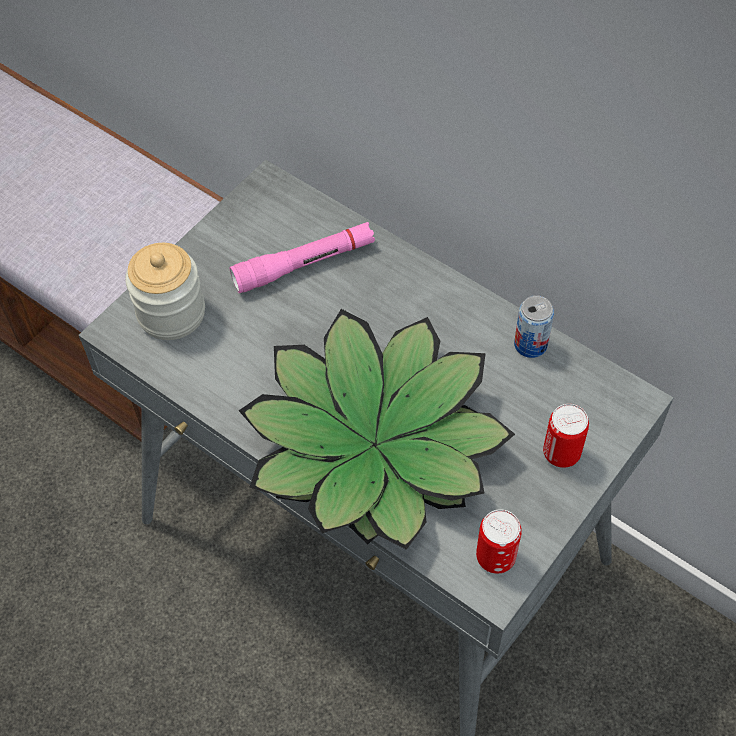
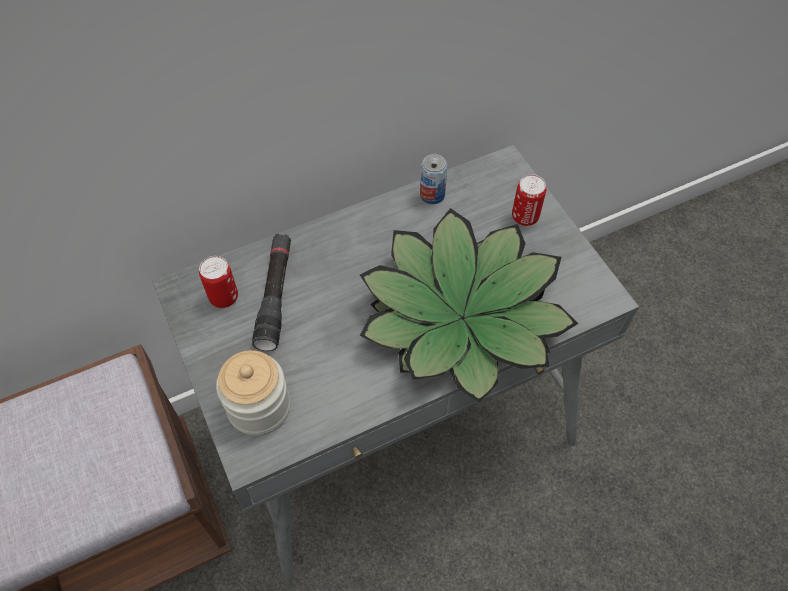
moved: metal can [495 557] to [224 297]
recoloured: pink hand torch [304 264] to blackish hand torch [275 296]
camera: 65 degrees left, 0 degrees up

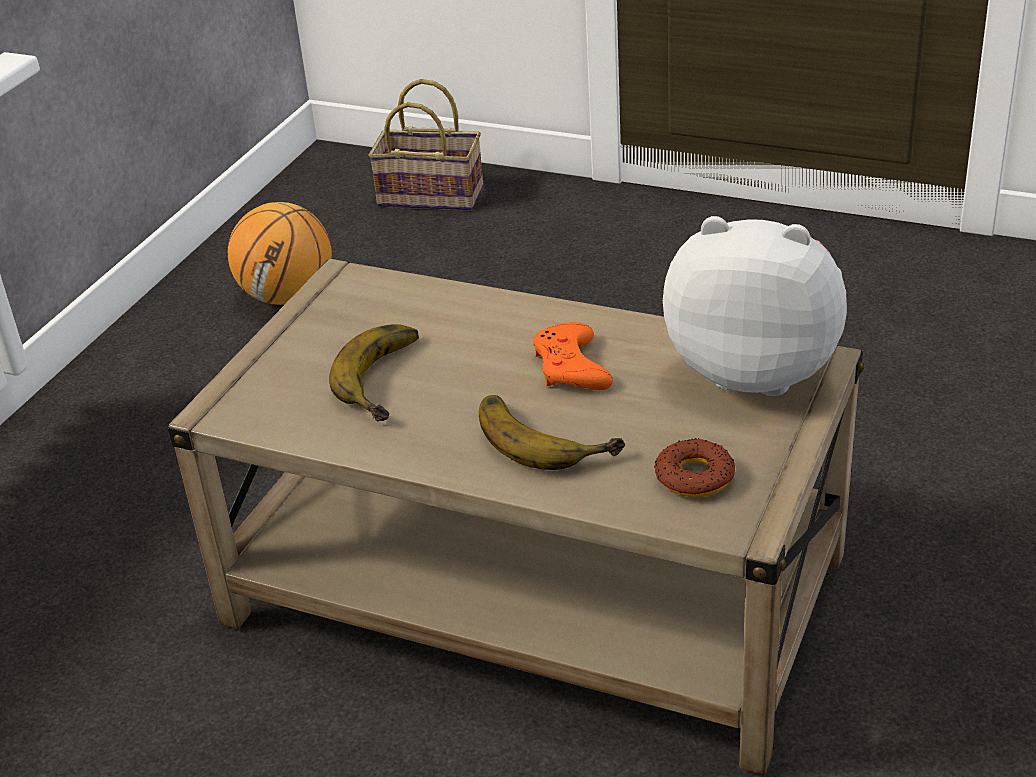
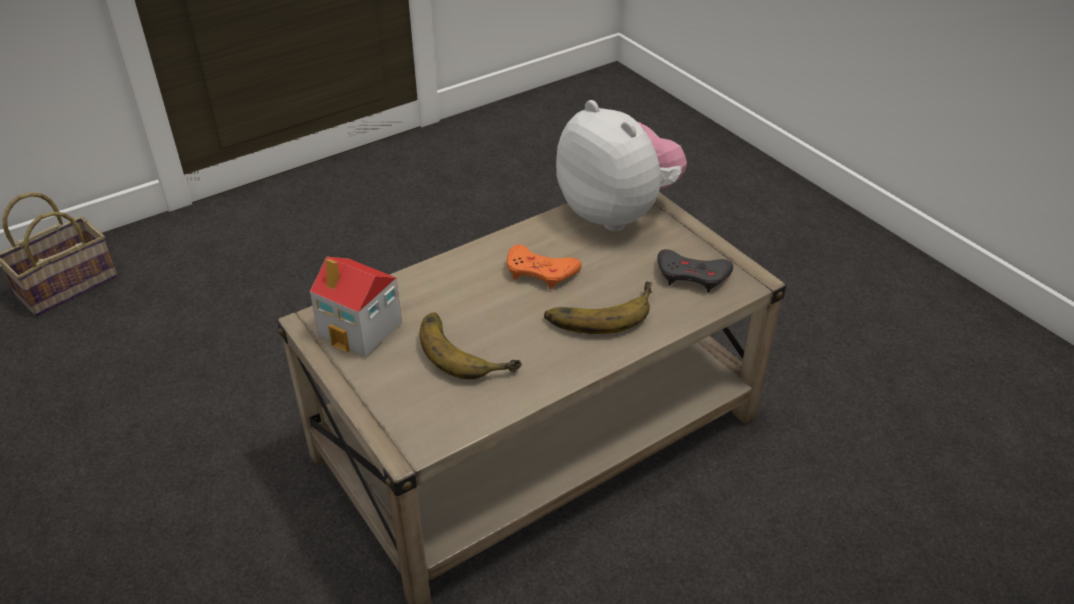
removed: basketball ball [288 296]
added: model house [361 329]
replaced: donut [695 476] to grey game controller [692 275]
turned: soft toy [756 370] = [617 213] 90 degrees clockwise
camera: 60 degrees left, 5 degrees up

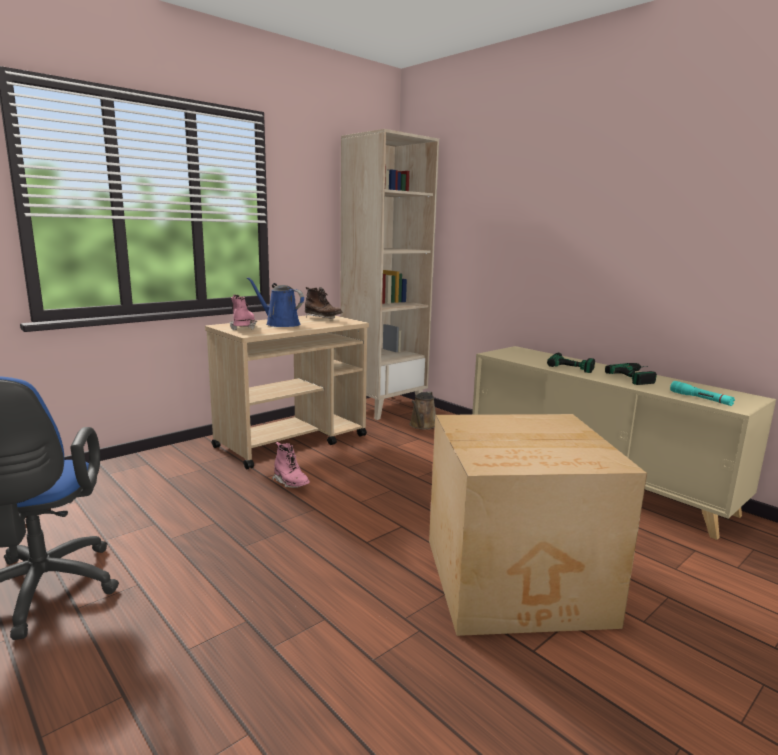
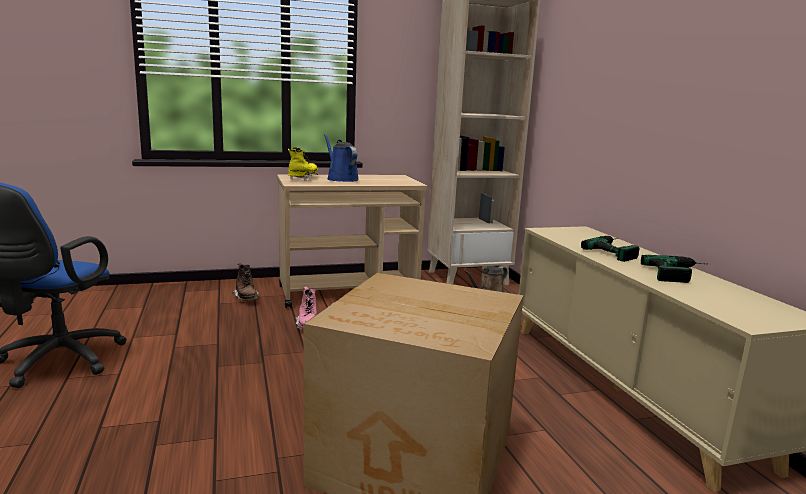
removed: turquoise-coloured hand torch [700 399]
moved: brownish tall boot [322 319] to [246 298]
recoloured: pink tall boot [243 328] to yellow tall boot [303 179]
camera: 25 degrees right, 0 degrees up

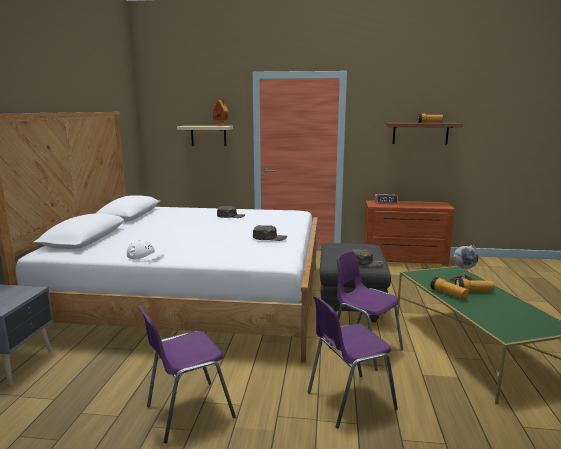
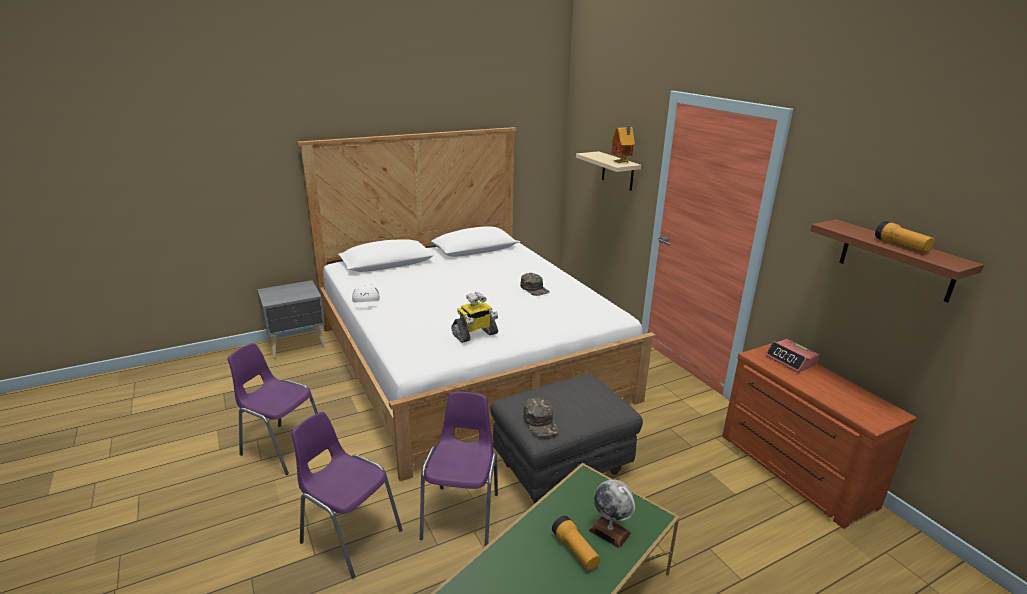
removed: hand torch [448 294]
replaced: green baseball cap [270 237] to robot figure [475 334]
camera: 55 degrees right, 10 degrees up

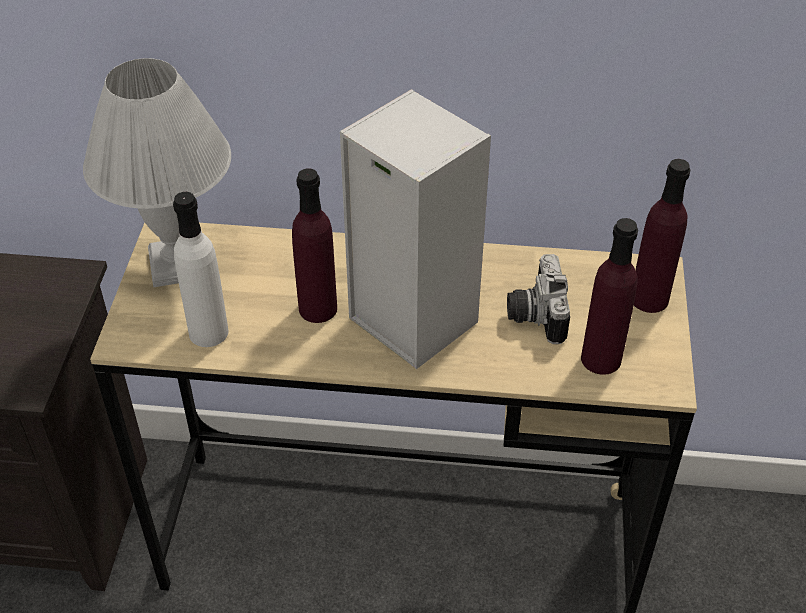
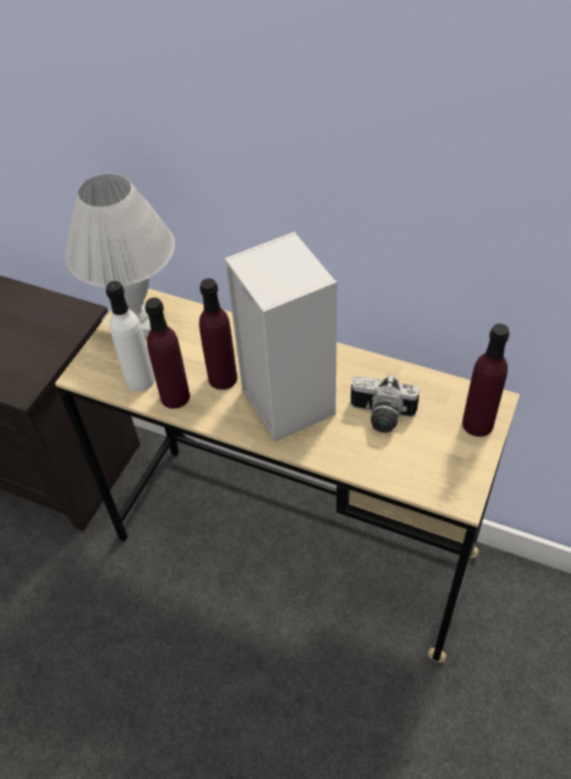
moved: purplish drink bottle [601 359] to [175 397]
turned: still camera [534 314] = [381 417] 90 degrees counterclockwise
camera: 20 degrees right, 5 degrees up

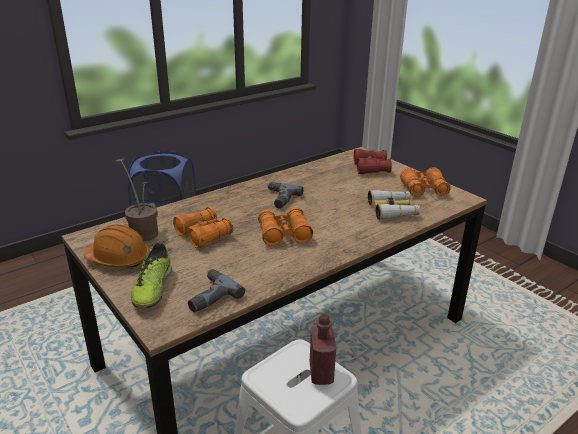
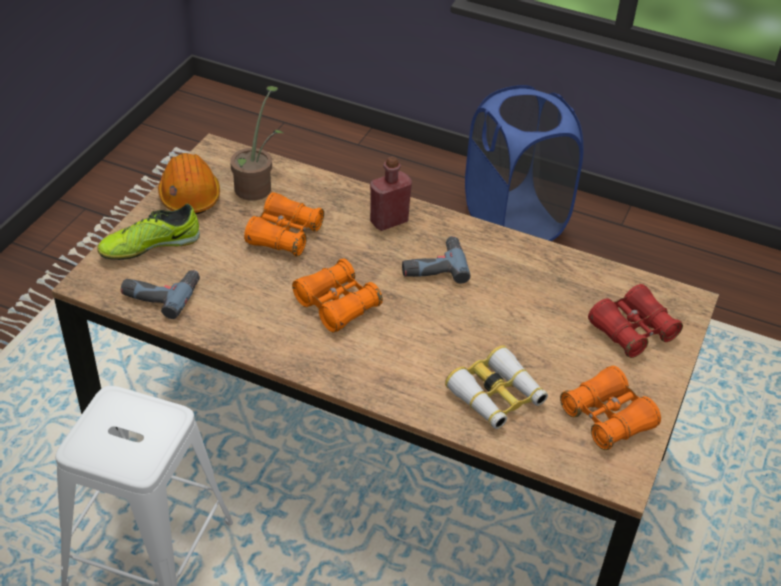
moved: reddish drink bottle [321 373] to [389 221]
camera: 60 degrees right, 15 degrees up

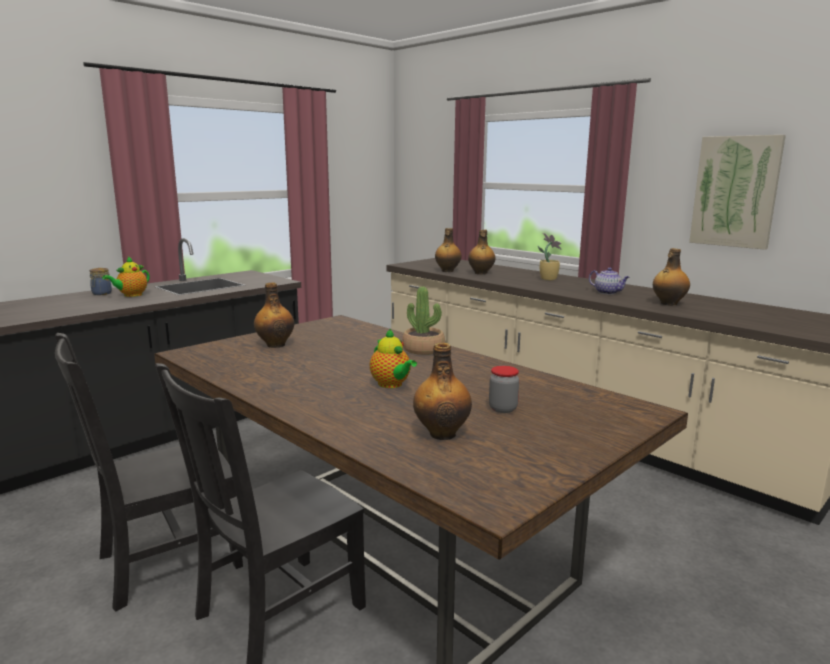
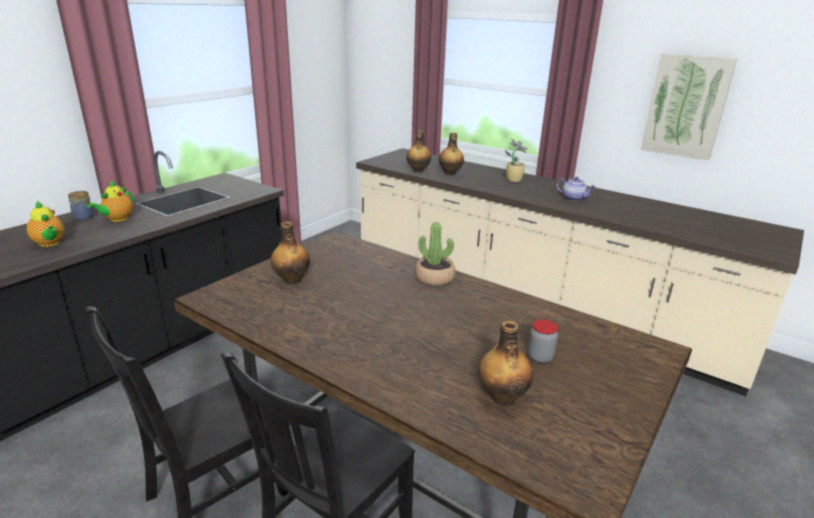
removed: drink bottle [668 303]
moved: tea pot [391 385] to [50 243]
camera: 10 degrees left, 10 degrees up

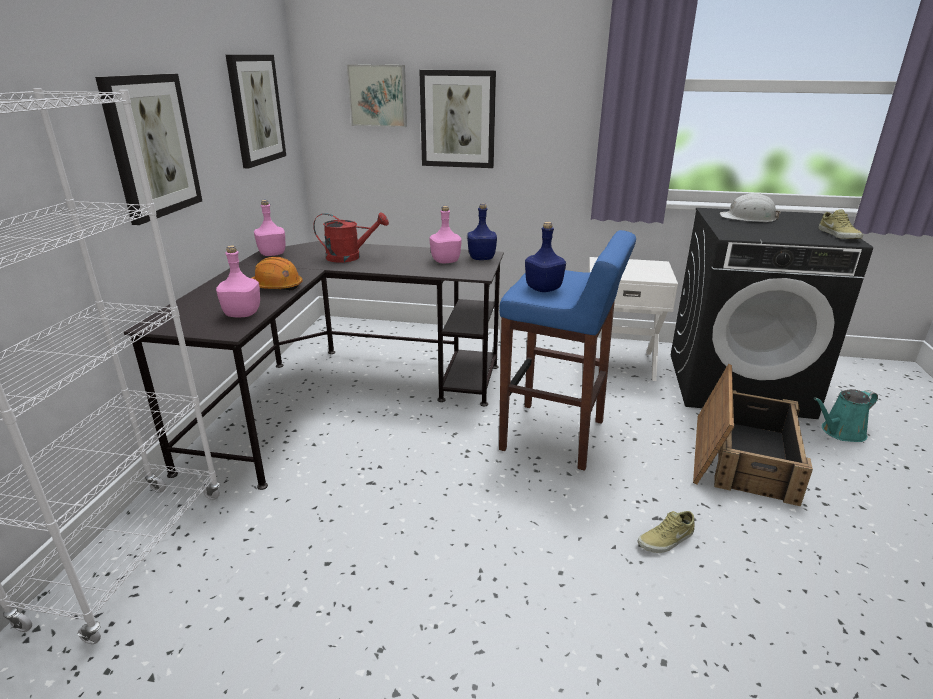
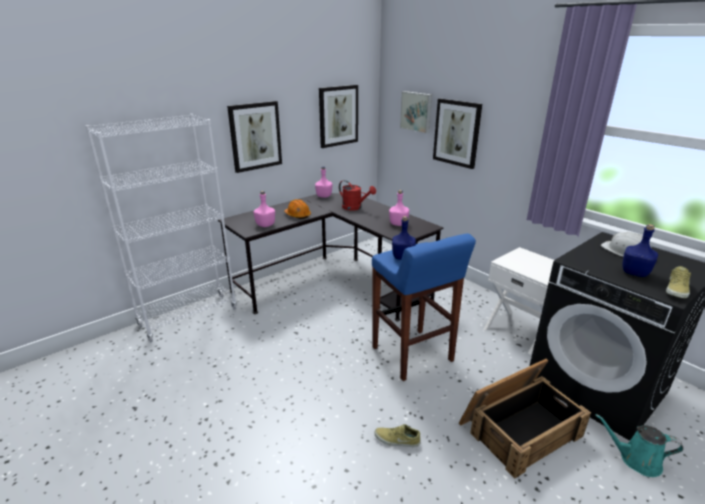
moved: blue-coloured drink bottle [481 258] to [635 273]
camera: 40 degrees right, 0 degrees up

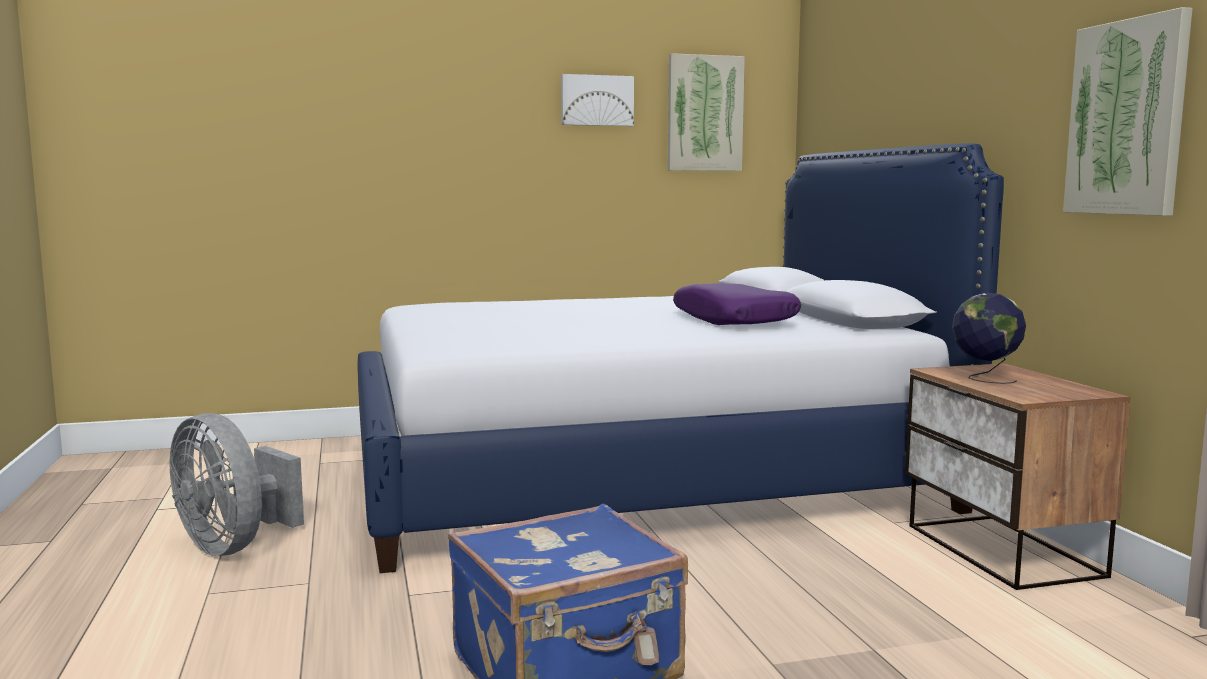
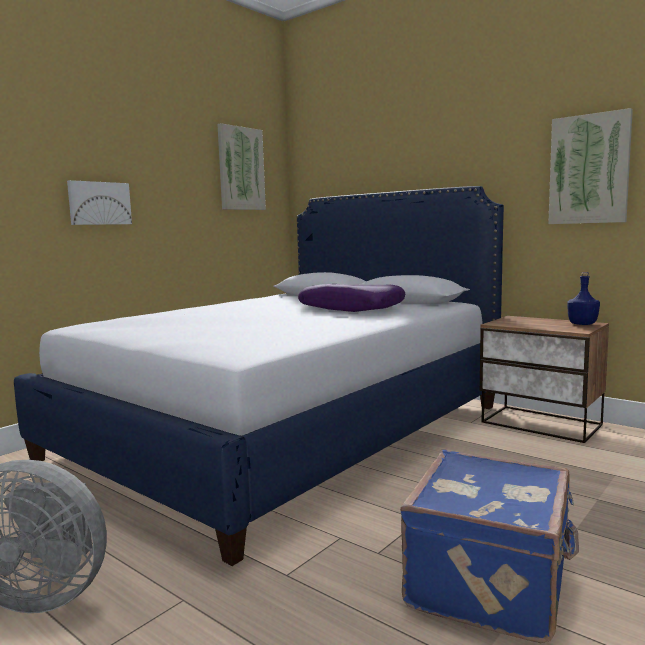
removed: world globe [984 378]
added: blue-coloured drink bottle [582 324]
moved: wall art [596 100] to [99 203]
camera: 35 degrees left, 0 degrees up

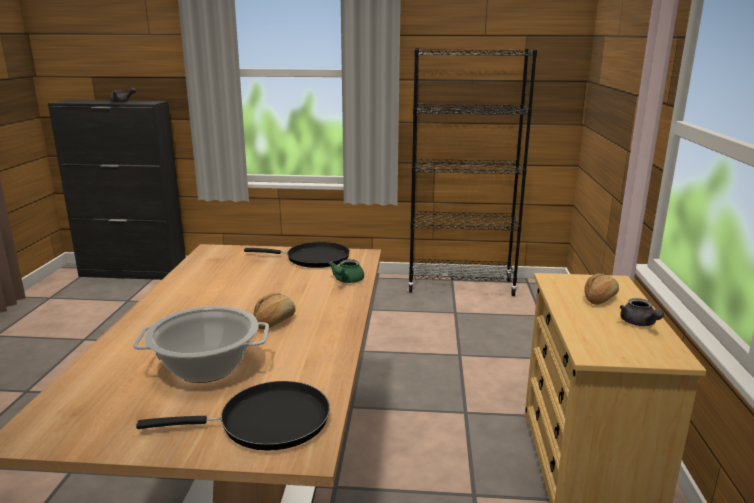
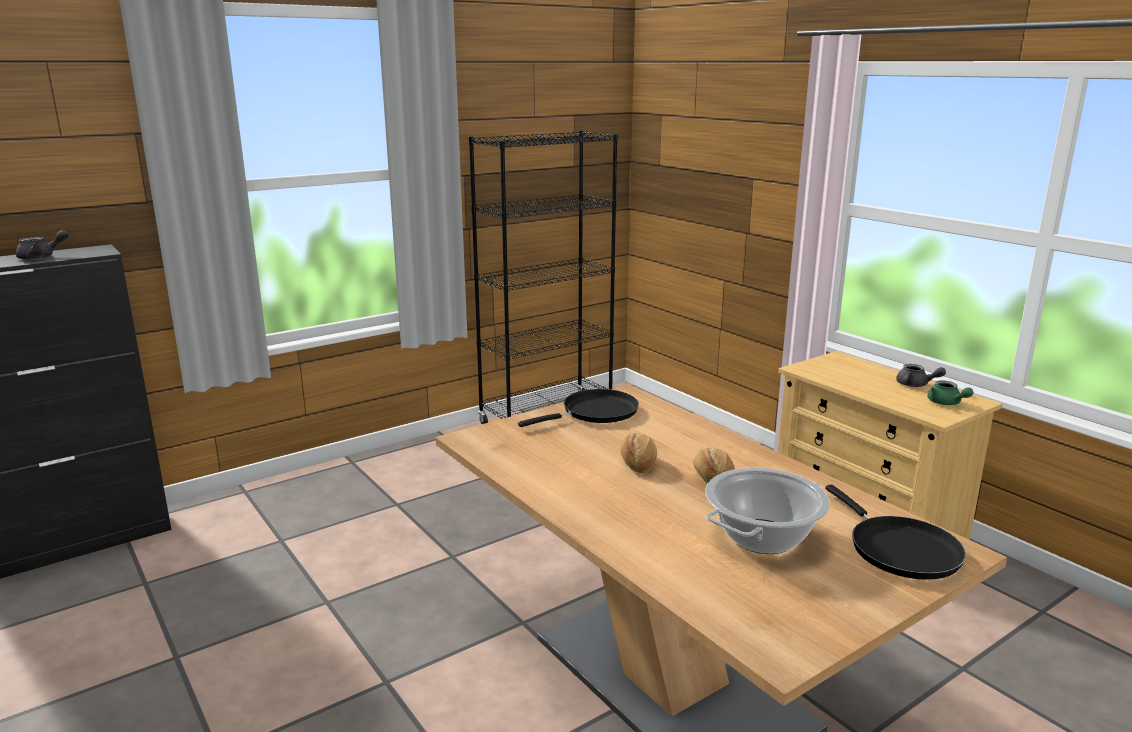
moved: green tea pot [346 281] to [946 403]; bakery bread [599 299] to [638 464]
turned: blackish skillet [266 422] = [899 549] 120 degrees clockwise
camera: 40 degrees left, 0 degrees up

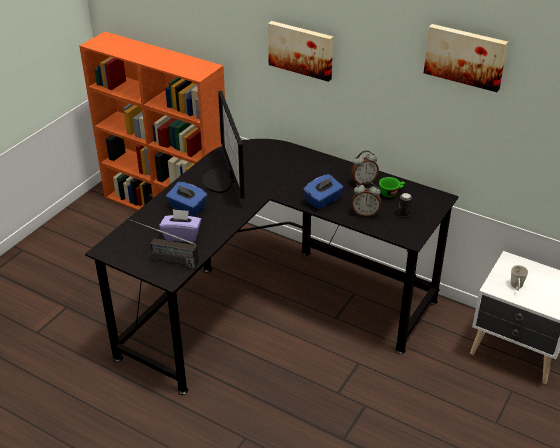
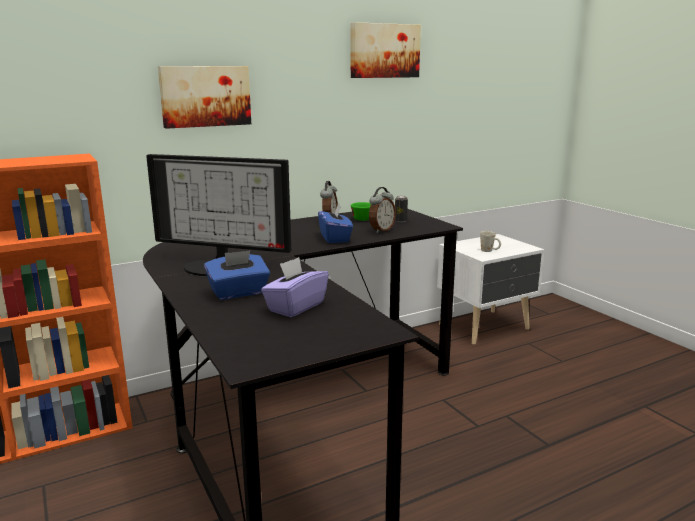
removed: radio set [163 260]
camera: 60 degrees left, 20 degrees down

